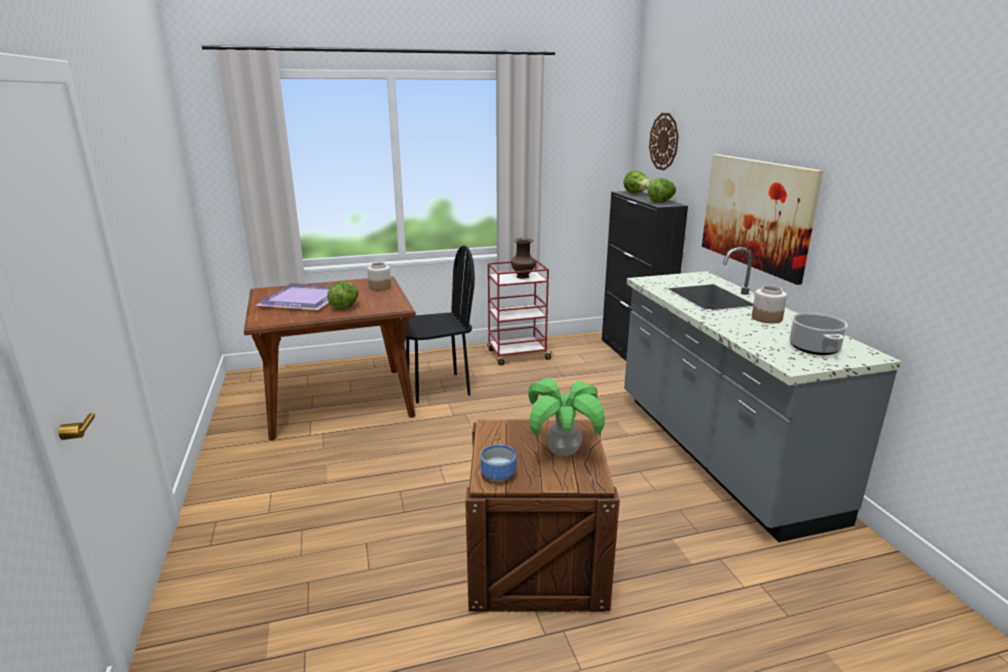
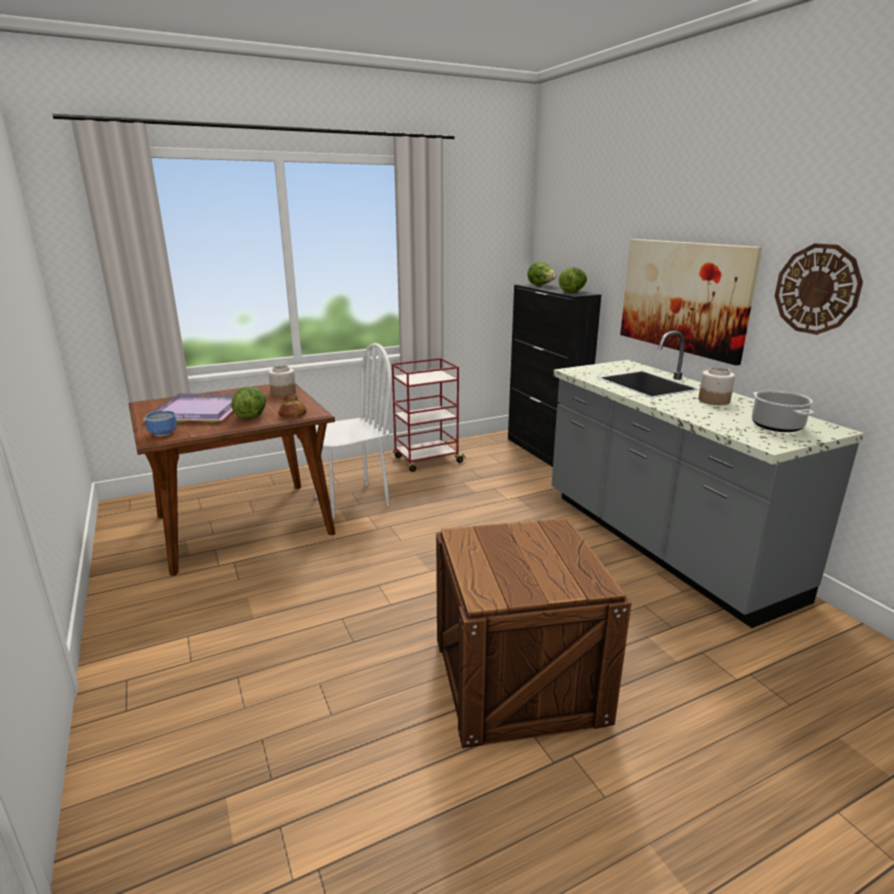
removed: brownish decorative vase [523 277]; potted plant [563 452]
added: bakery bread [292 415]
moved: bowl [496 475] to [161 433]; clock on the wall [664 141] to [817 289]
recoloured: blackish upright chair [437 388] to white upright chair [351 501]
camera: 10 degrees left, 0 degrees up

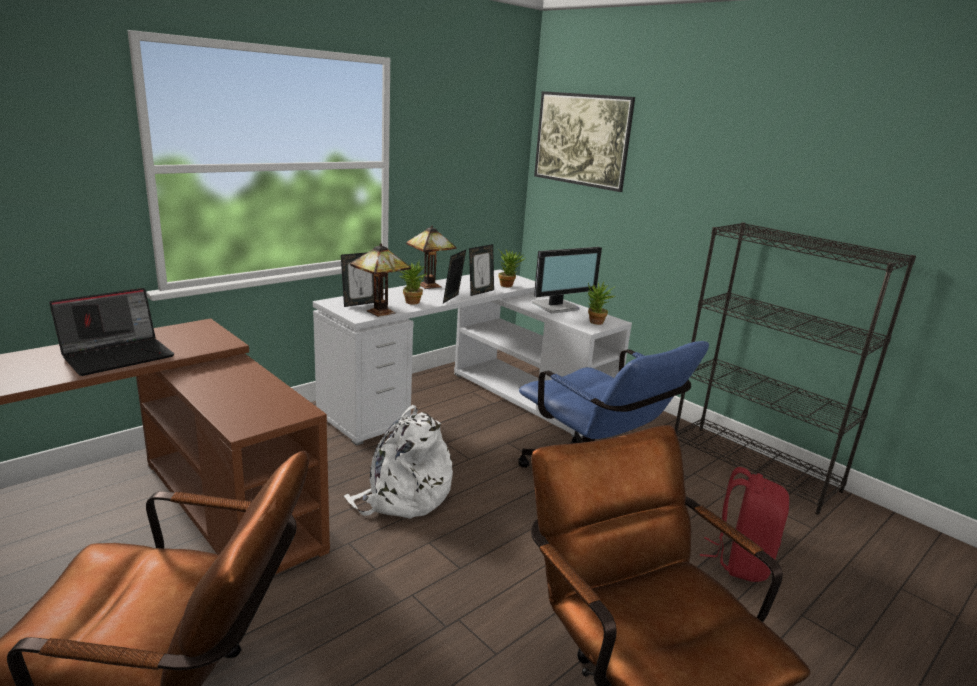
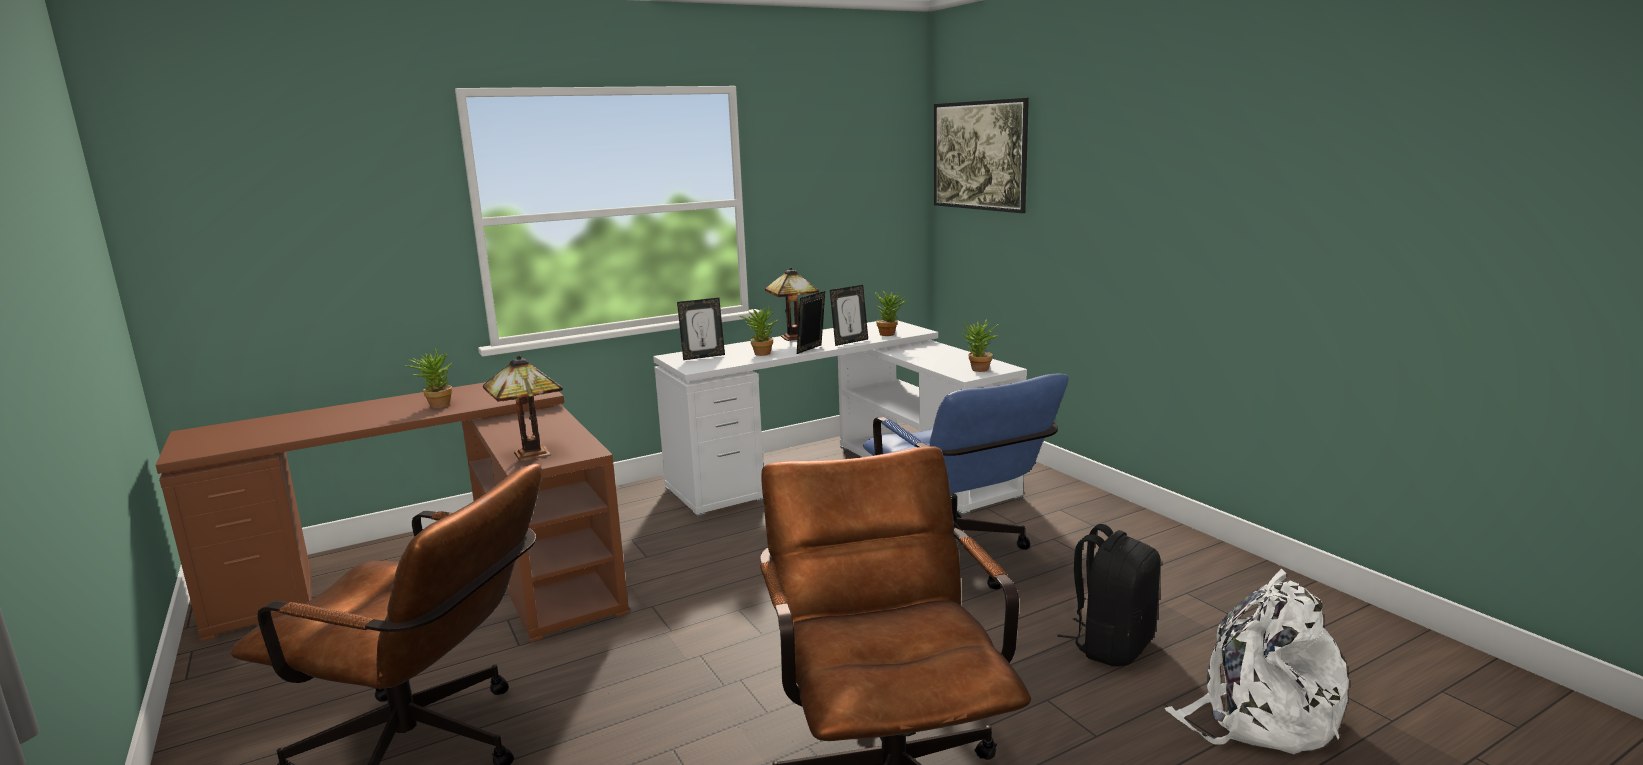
removed: computer display [557 307]; blackish bookshelf [754 467]
moved: white knapsack [403 497] to [1259 715]; lamp for a table [380 313] to [530 455]
replaced: laptop [119 355] to potted plant [436 405]
recoloured: reddish knapsack [740 561] to blackish knapsack [1111 645]
camera: 15 degrees right, 5 degrees down

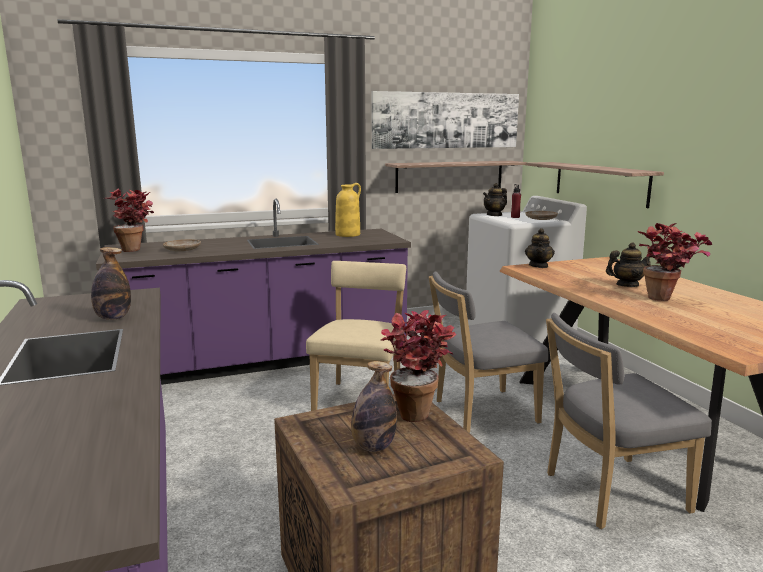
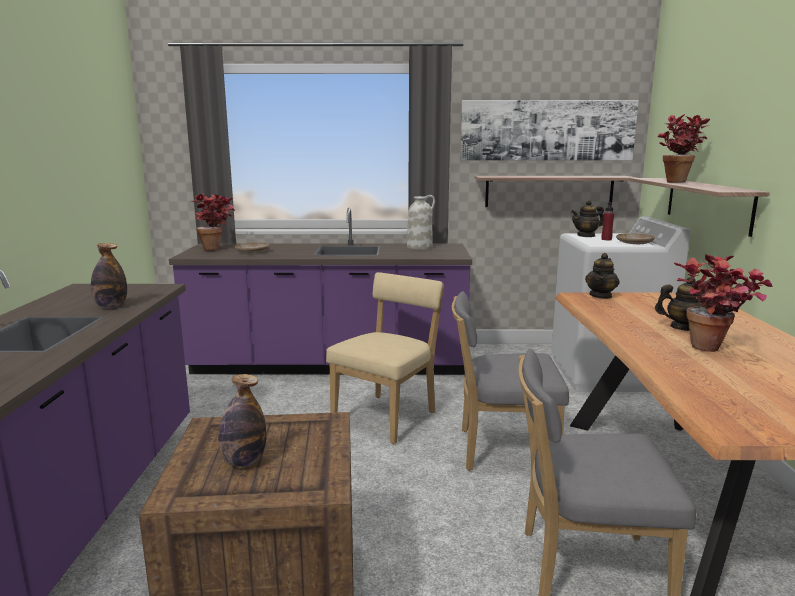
moved: potted plant [417 411] to [677 182]
recoloured: yellow decorative vase [348 234] to white decorative vase [420 247]
camera: 20 degrees right, 0 degrees up

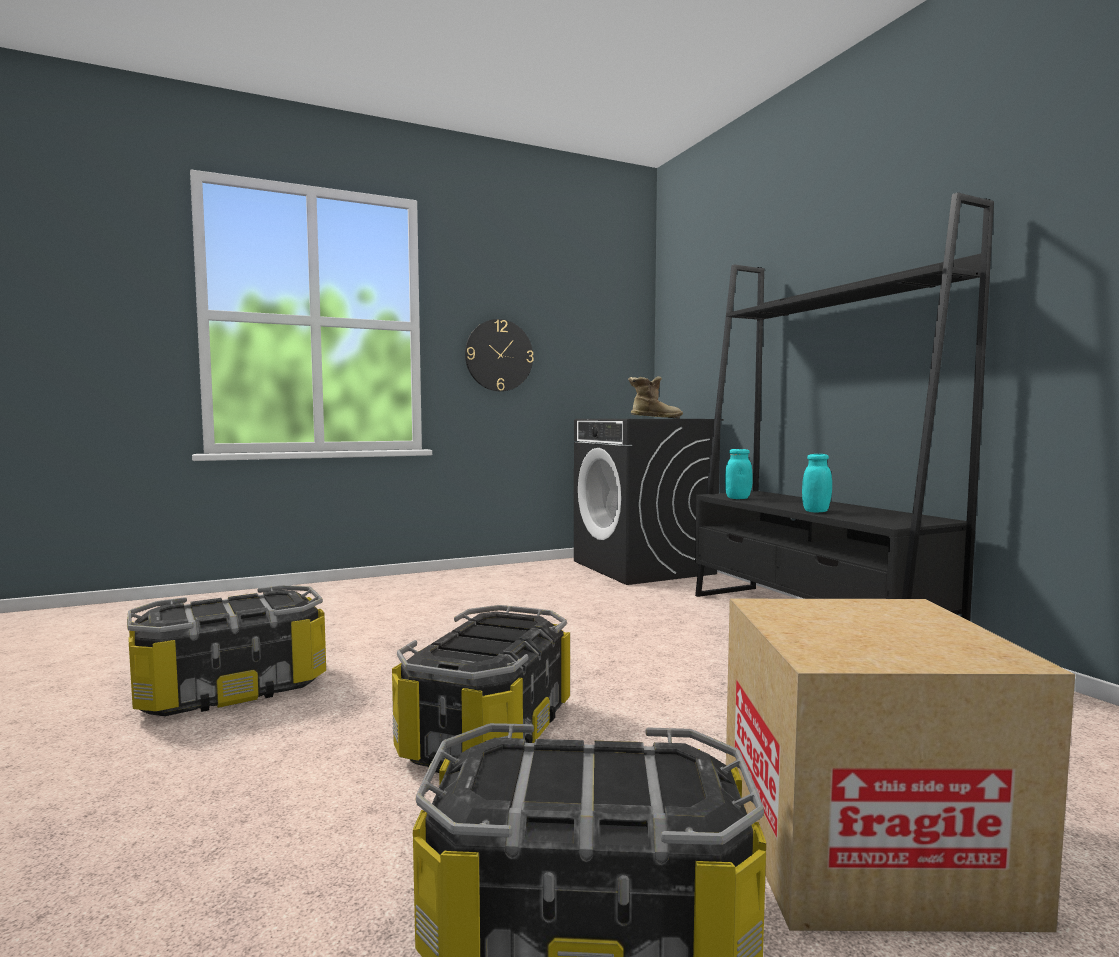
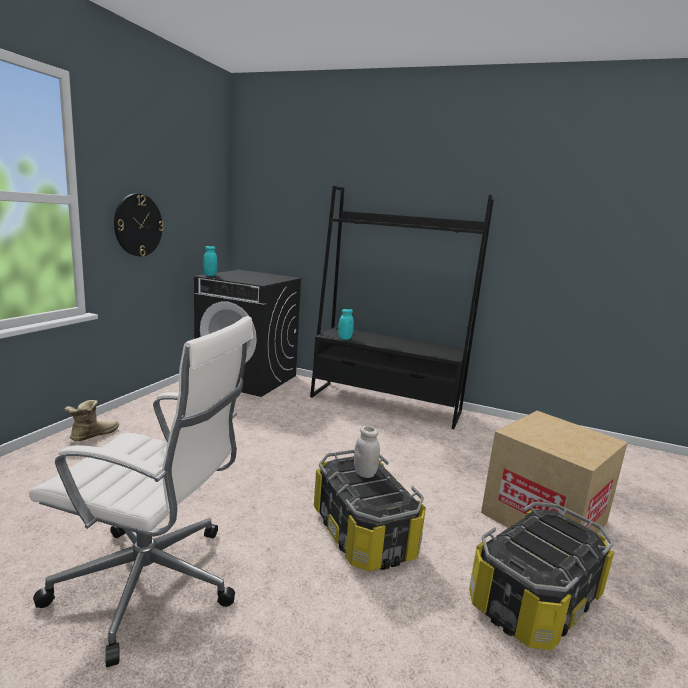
added: white preserve jar [365 473]
moved: tall boot [653 418] to [92 435]; turquoise-coloured preserve jar [816 511] to [210 275]
replaced: storage box [232 689] to white office chair [152 584]
camera: 45 degrees left, 10 degrees up

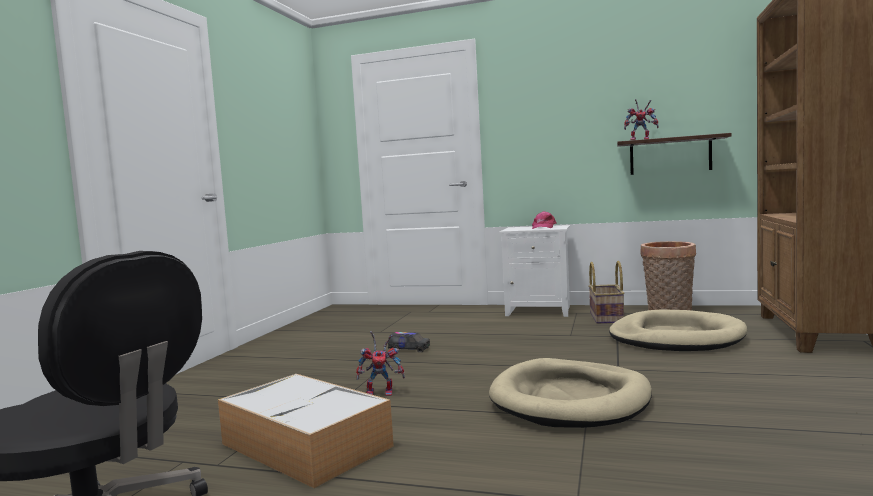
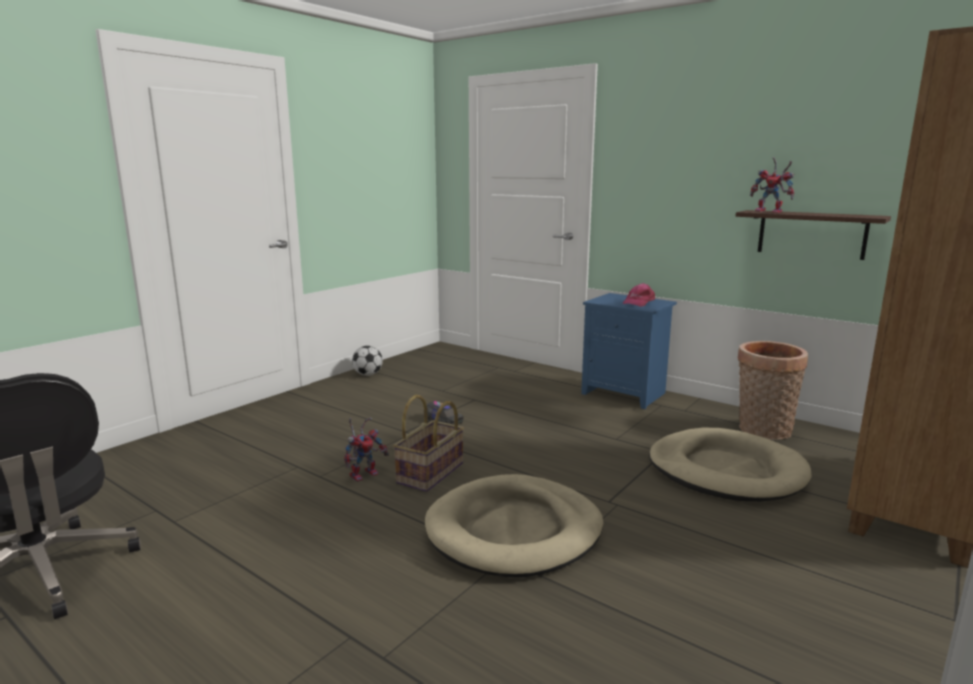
removed: storage box [308 445]
added: football ball [368 374]
moved: storage basket [607 317] to [431 473]
recoloured: white night table [540 311] to blue-coloured night table [625 393]
turned: robot figure [382 392] = [365 474] 60 degrees counterclockwise
camera: 20 degrees right, 10 degrees up

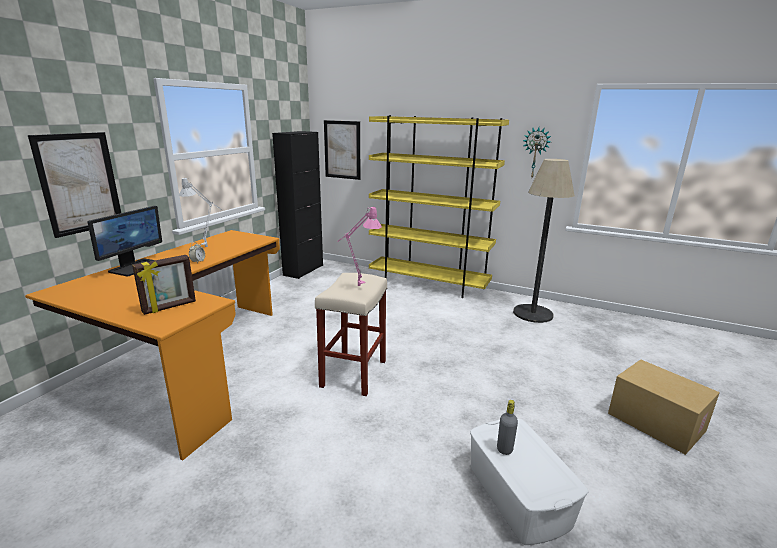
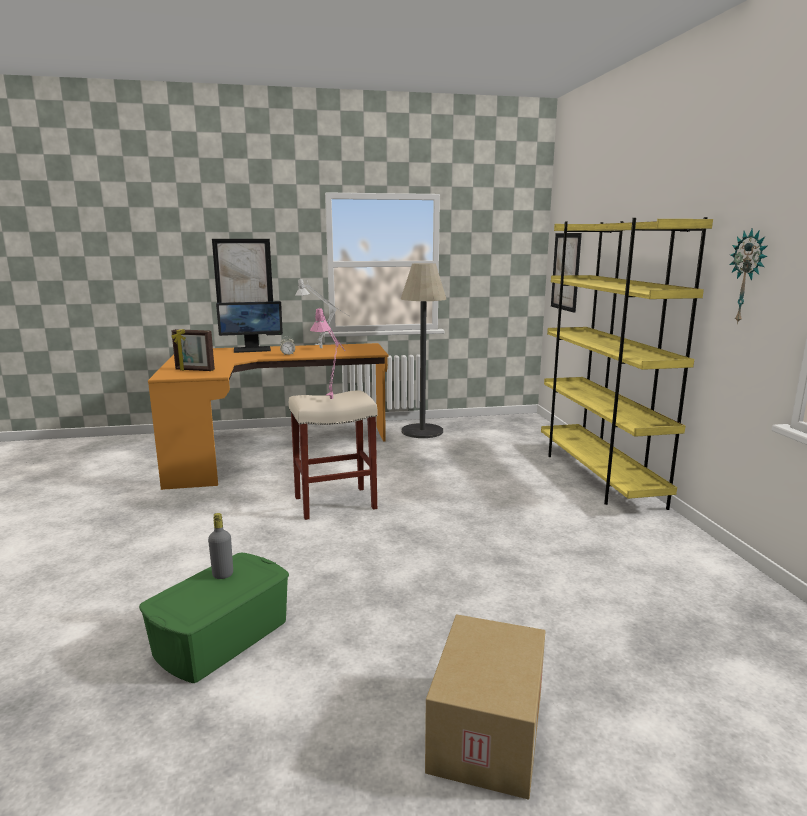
removed: blackish cabinet [303 270]
moved: floor lamp [533 313] to [422 431]
recoloured: white storage box [517 495] to green storage box [221 638]
camera: 55 degrees right, 5 degrees down

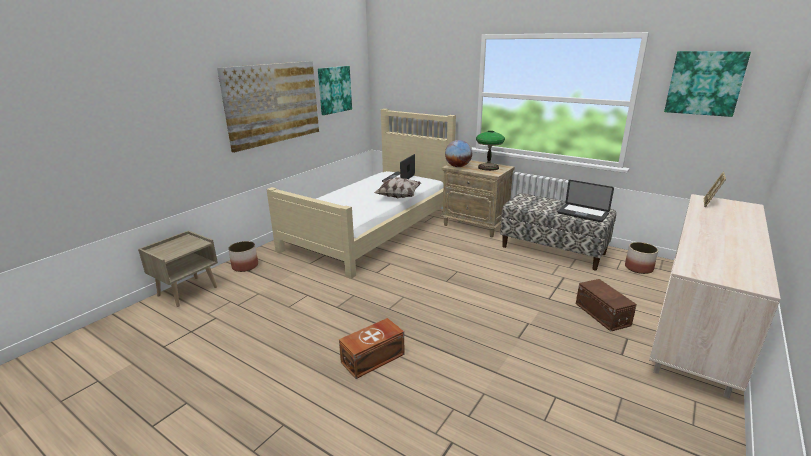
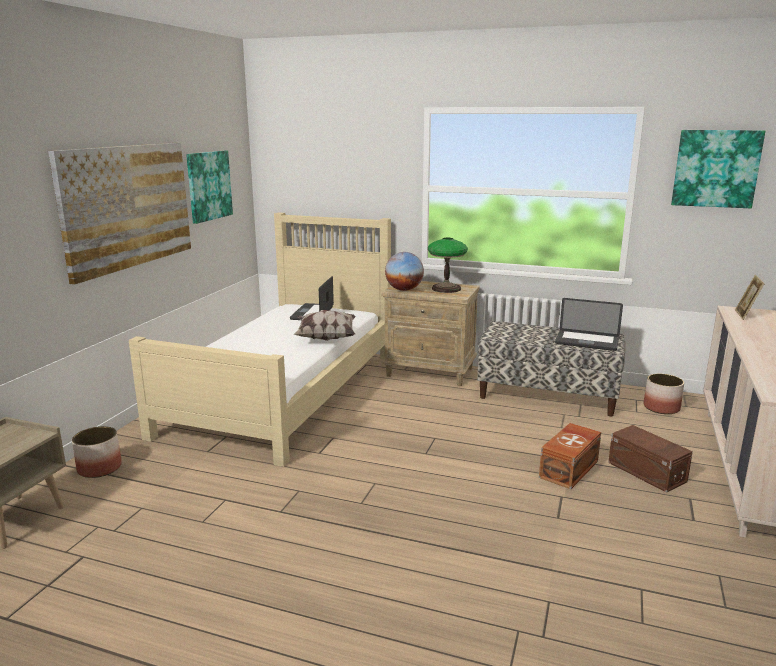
moved: brownish storage box [374 358] to [570 469]
camera: 15 degrees left, 5 degrees down

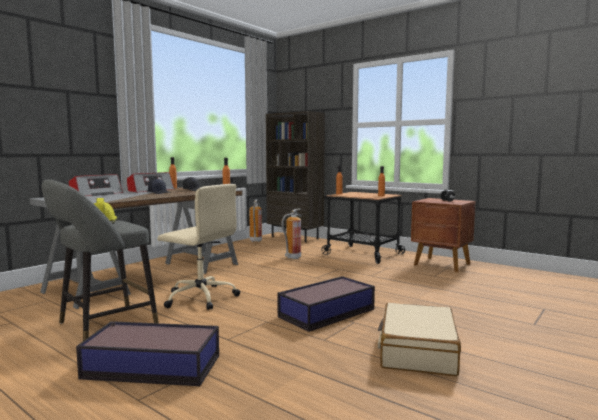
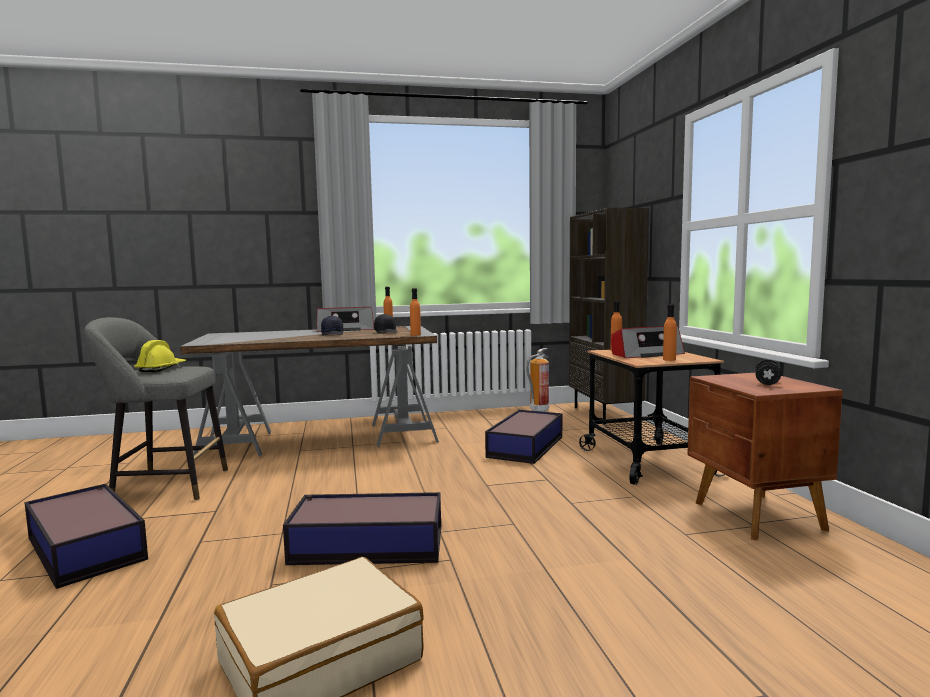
removed: beige office chair [200 297]
moved: radio set [96 194] to [646 354]
replaced: extinguisher [293 258] to storage box [526 446]
camera: 40 degrees right, 0 degrees up

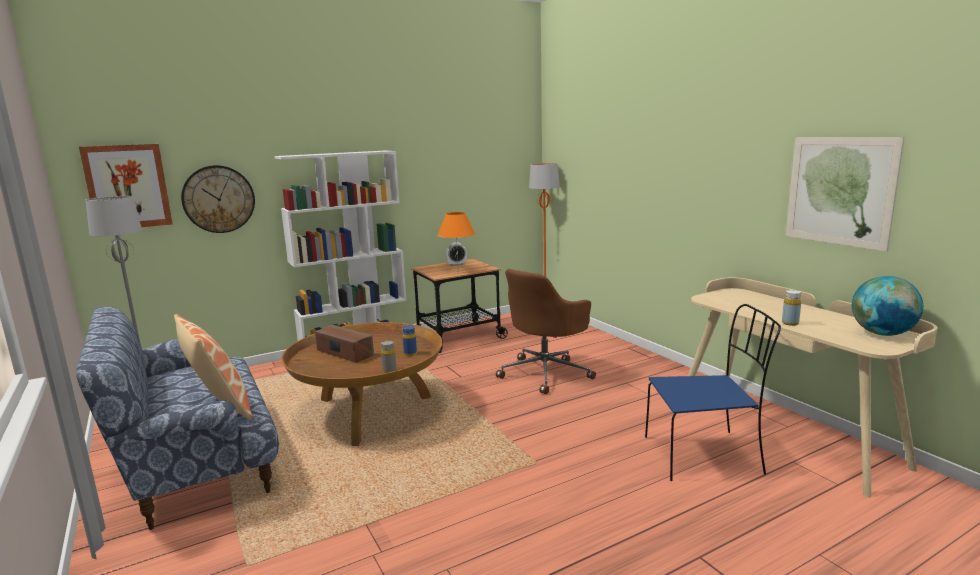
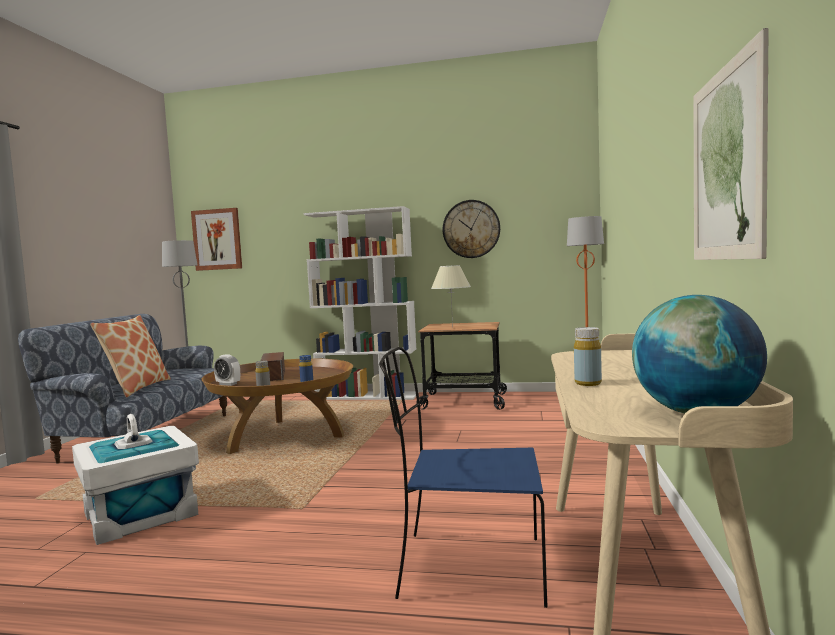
removed: brownish office chair [546 373]
added: white storage box [139 514]
moved: clock on the wall [218 199] to [471 229]; alarm clock [456 265] to [228 384]
recoloured: orange-coloured lamp for a table [458 272] to beige lamp for a table [452 328]
turned: blue-coloured upright chair [705 455] = [467 567] 150 degrees clockwise
camera: 40 degrees right, 10 degrees down

